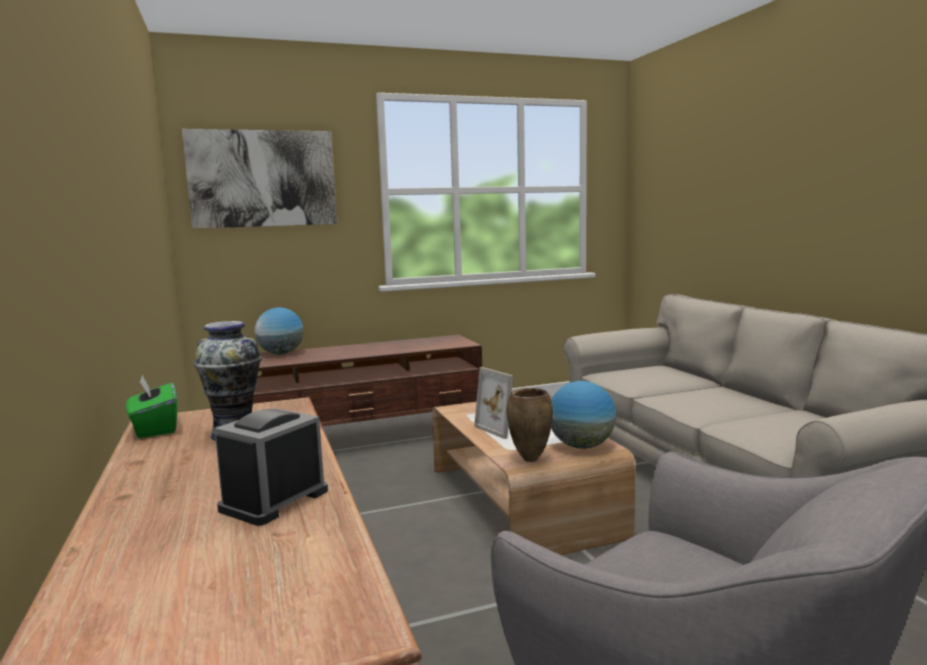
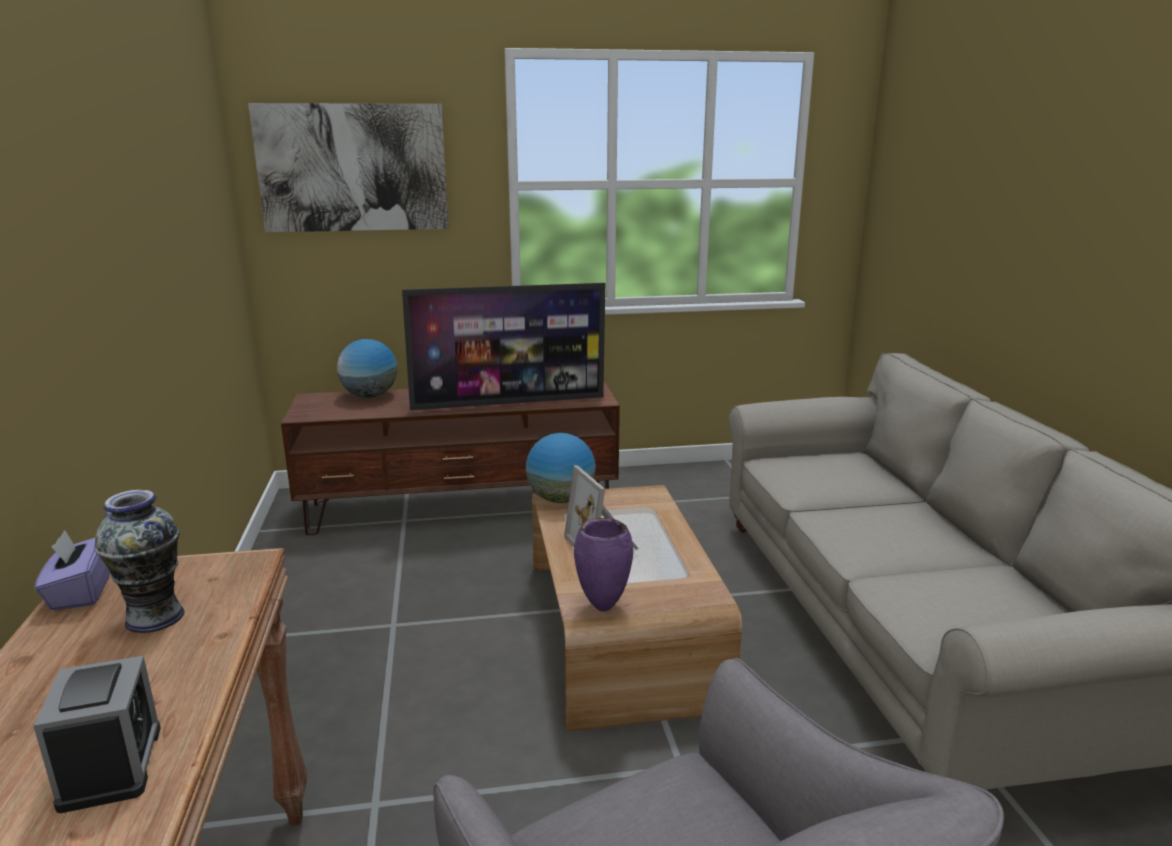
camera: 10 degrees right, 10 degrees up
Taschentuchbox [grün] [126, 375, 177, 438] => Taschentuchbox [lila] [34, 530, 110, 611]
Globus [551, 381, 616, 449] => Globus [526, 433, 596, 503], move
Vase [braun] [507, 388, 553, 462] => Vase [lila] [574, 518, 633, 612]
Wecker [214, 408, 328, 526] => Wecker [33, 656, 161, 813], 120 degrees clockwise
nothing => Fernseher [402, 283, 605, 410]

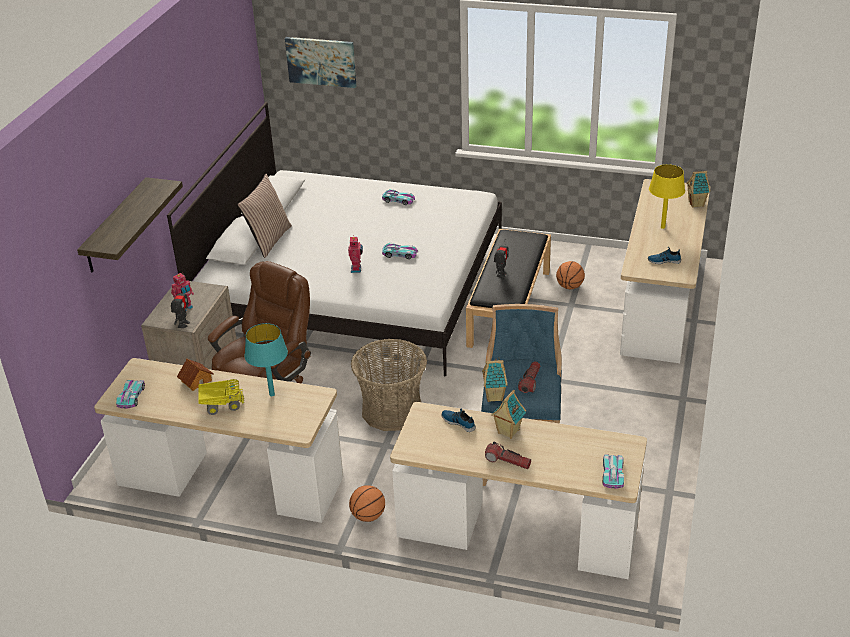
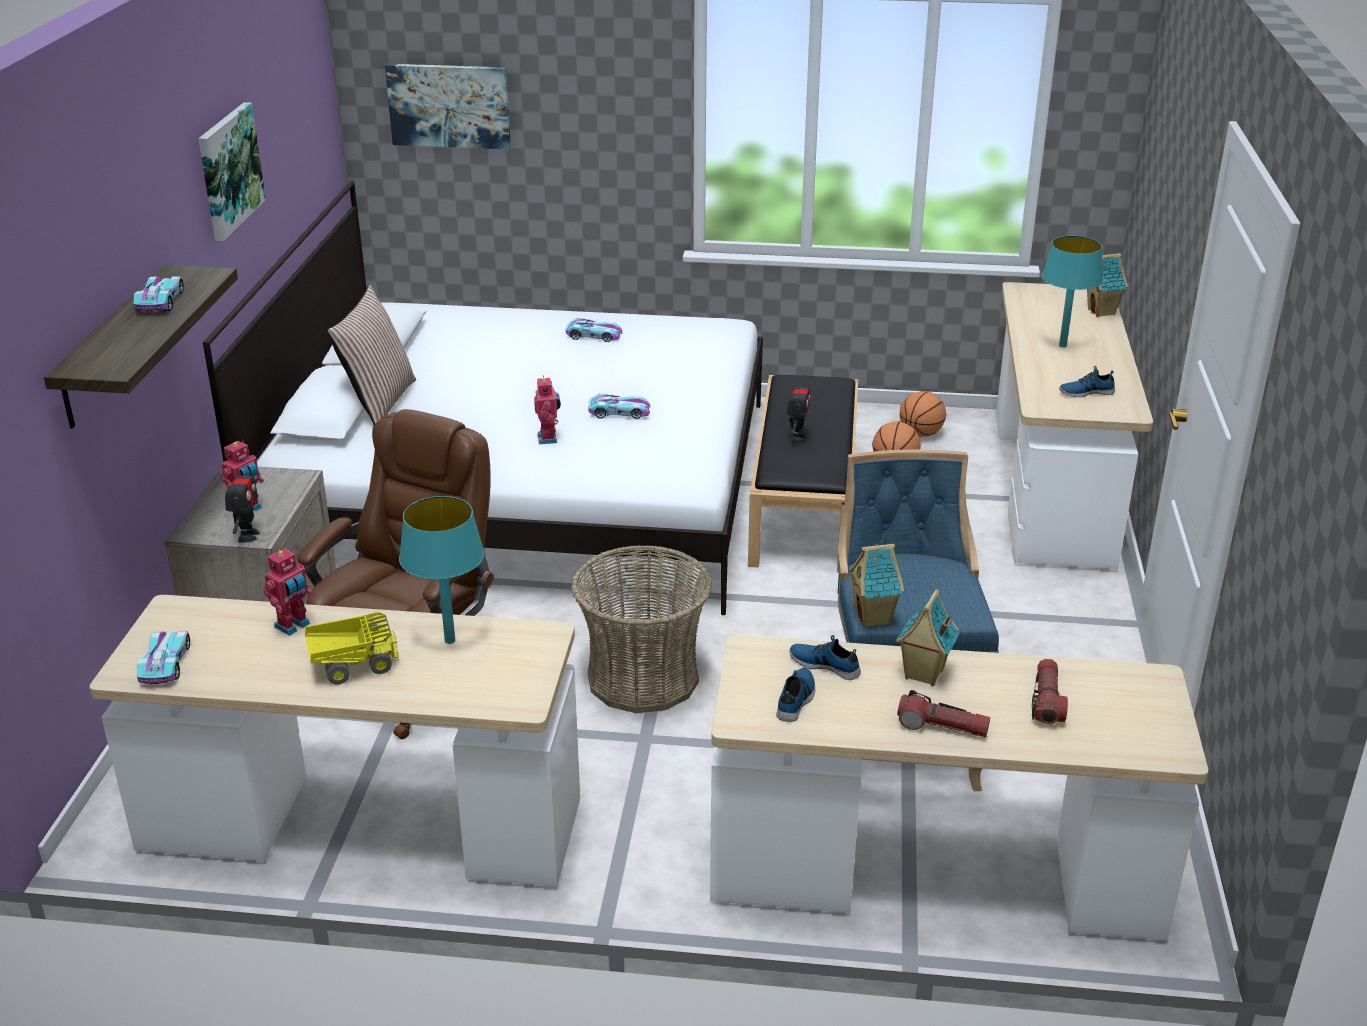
camera: 10 degrees left, 5 degrees down
Tischlampe [gelb] [649, 164, 685, 229] => Tischlampe [türkis] [1041, 236, 1103, 348]
Spielzeughaus [177, 359, 214, 391] => Spielzeugroboter [263, 548, 313, 636]
Taschenlampe [518, 361, 540, 393] => Taschenlampe [1032, 659, 1068, 724], move
Spielzeugauto [603, 454, 624, 488] => Spielzeugauto [134, 276, 184, 311], move
Basketball [349, 485, 385, 522] => Basketball [900, 391, 946, 437], move
nothing => Bild [198, 102, 266, 241]
nothing => Schuh [776, 668, 815, 722]

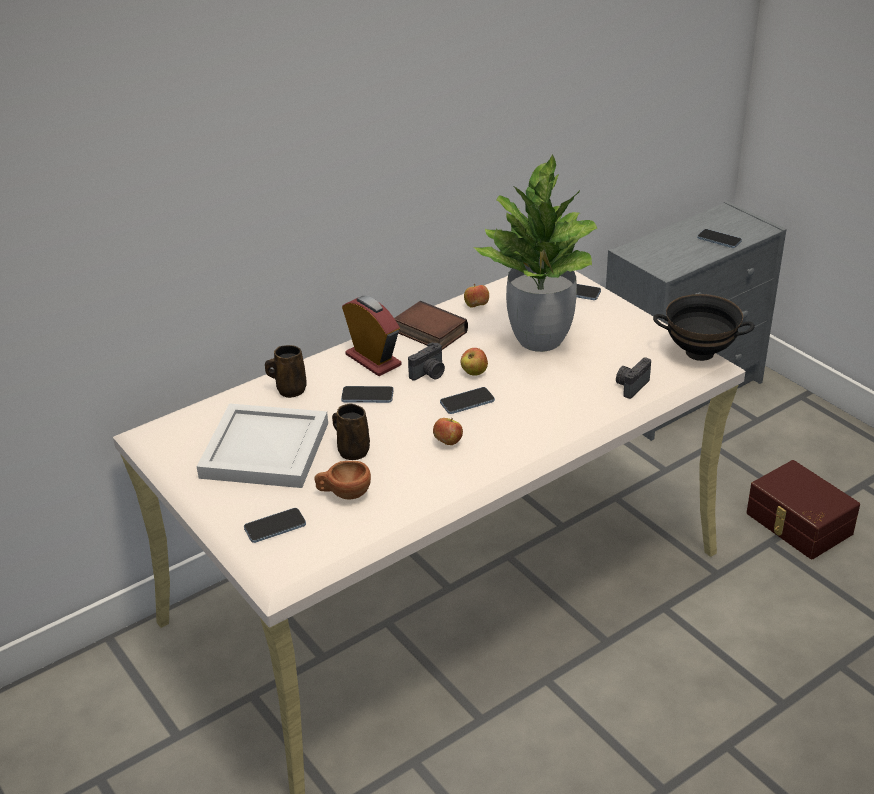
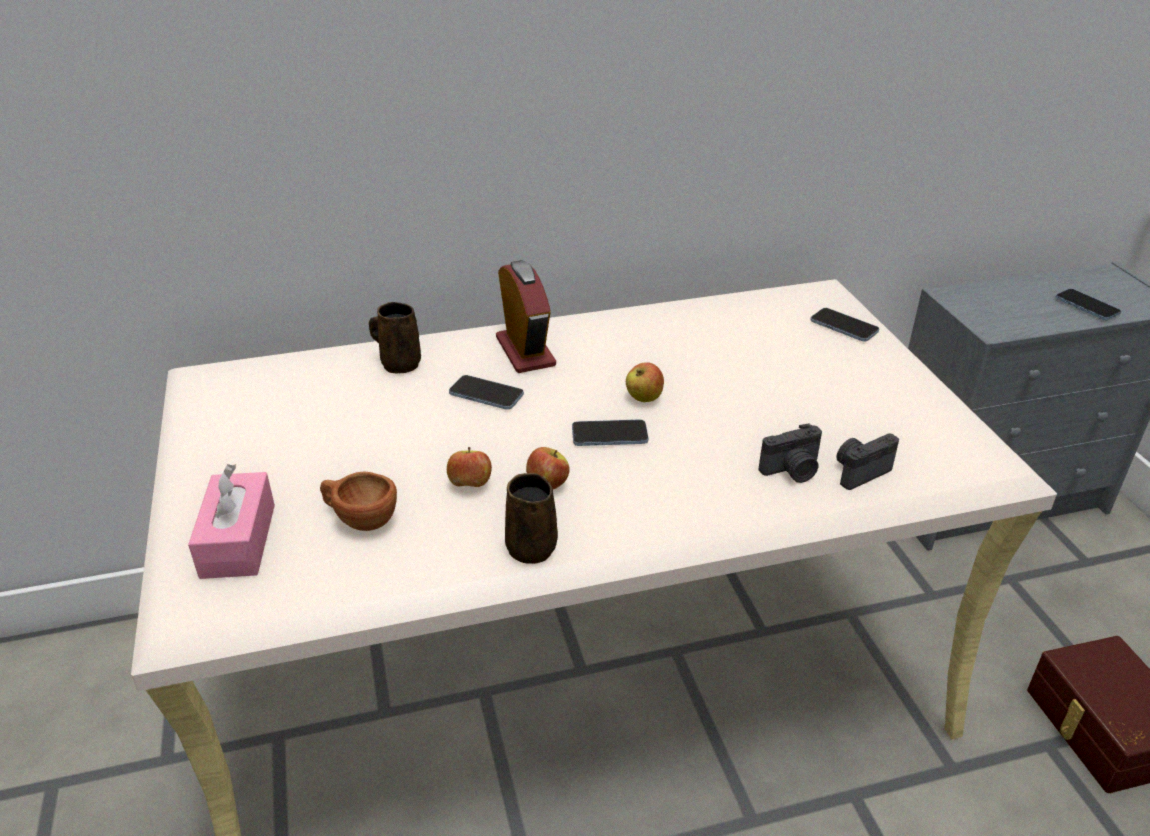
camera: 20 degrees right, 0 degrees up
Topfpflanze [472, 155, 597, 352] => nothing
Apfel [464, 284, 489, 307] => Apfel [447, 447, 492, 487], move
Schüssel [schwarz] [653, 294, 755, 361] => nothing
Buch [394, 301, 468, 350] => nothing
Kamera [408, 342, 445, 381] => Kamera [759, 423, 822, 483], move
Tablett [weiß] [197, 403, 328, 488] => nothing
Henkelbecher [braun] [332, 404, 370, 460] => Henkelbecher [braun] [505, 473, 558, 564], move
Handy [244, 508, 306, 543] => Taschentuchbox [rosa] [188, 464, 275, 579]

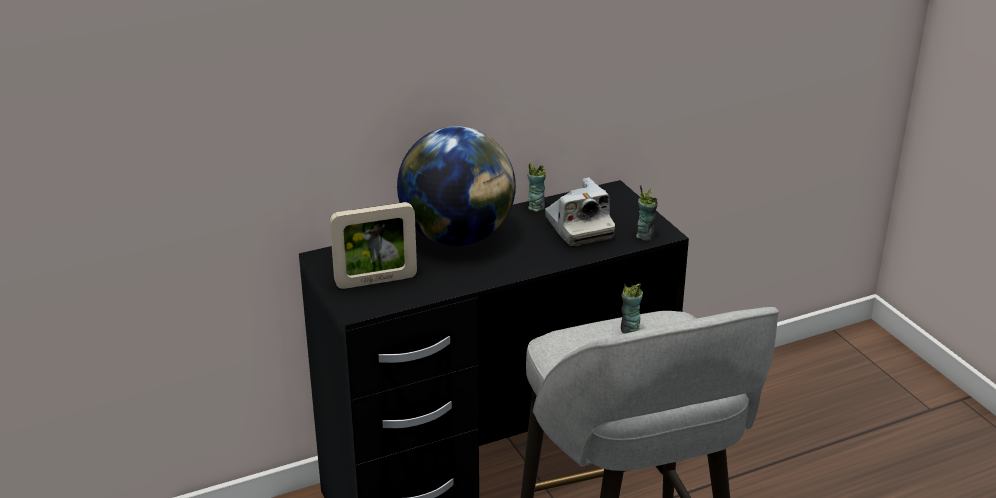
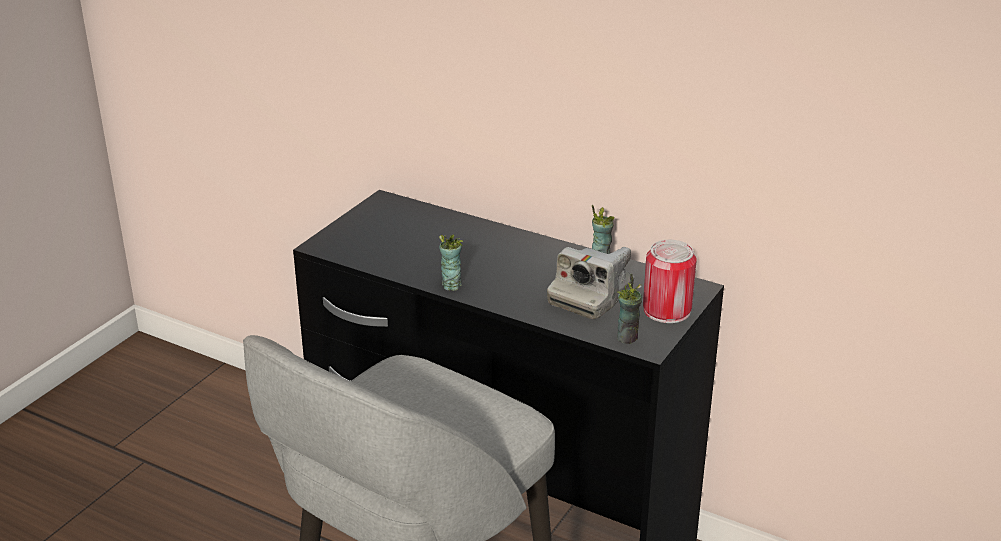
camera: 55 degrees right, 0 degrees up
Globus [397, 126, 516, 246] => nothing
Bilderrahmen [330, 202, 417, 289] => nothing
Tasse [621, 283, 643, 334] => Tasse [439, 234, 463, 291], move
nothing => Dose [643, 240, 697, 323]

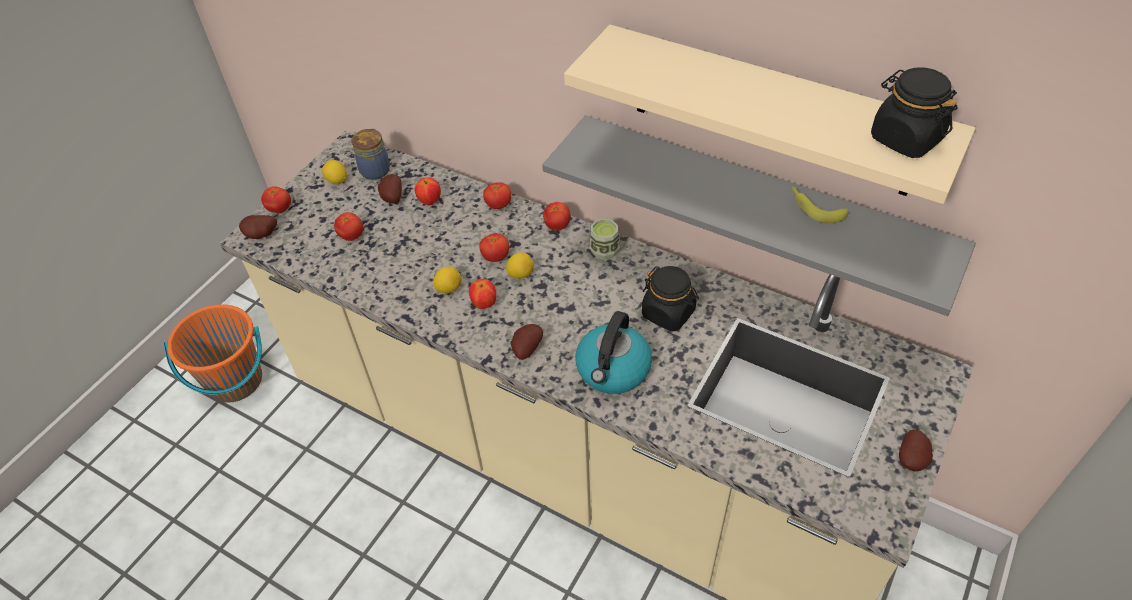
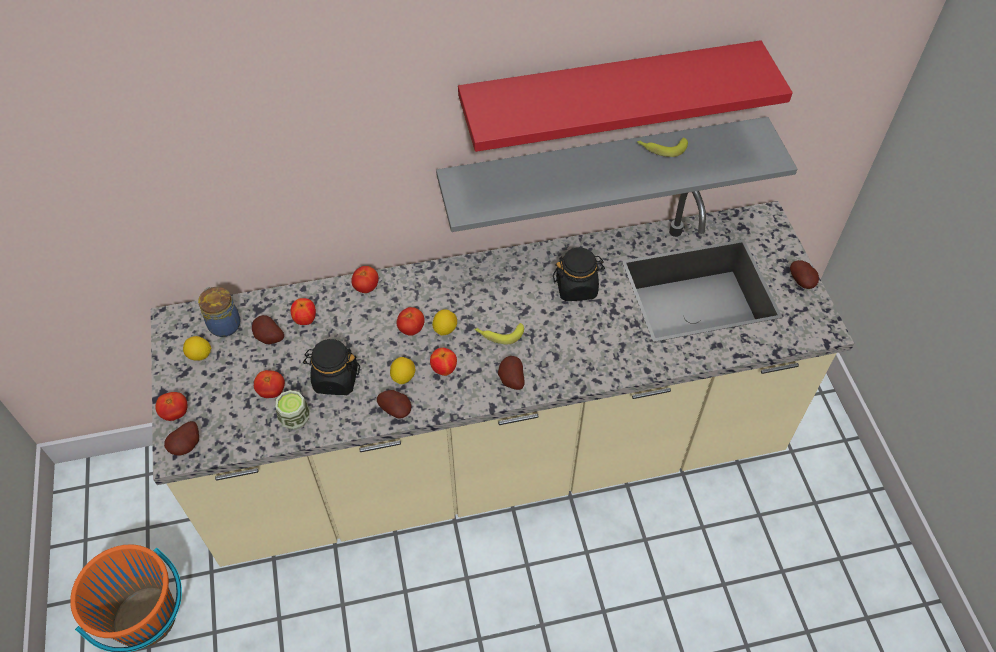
camera: 45 degrees left, 5 degrees up
Wandregal [beige] [564, 25, 976, 204] => Wandregal [rot] [458, 40, 793, 152]
Vorratsglas [schwarz] [871, 67, 957, 158] => Vorratsglas [schwarz] [303, 339, 360, 395], move
Tomate [543, 202, 571, 231] => nothing
Tasse [589, 218, 620, 260] => Tasse [276, 390, 310, 430], move
Wasserkessel [576, 311, 652, 394] => nothing
nothing => Banane [474, 323, 524, 344]
nothing => Kartoffel [377, 390, 411, 419]

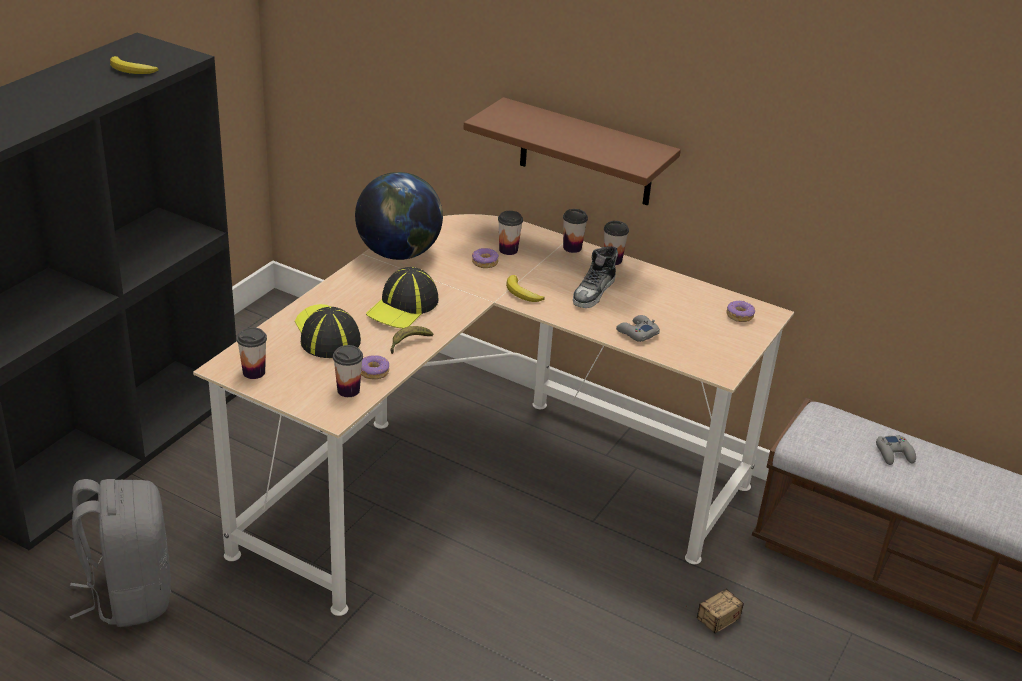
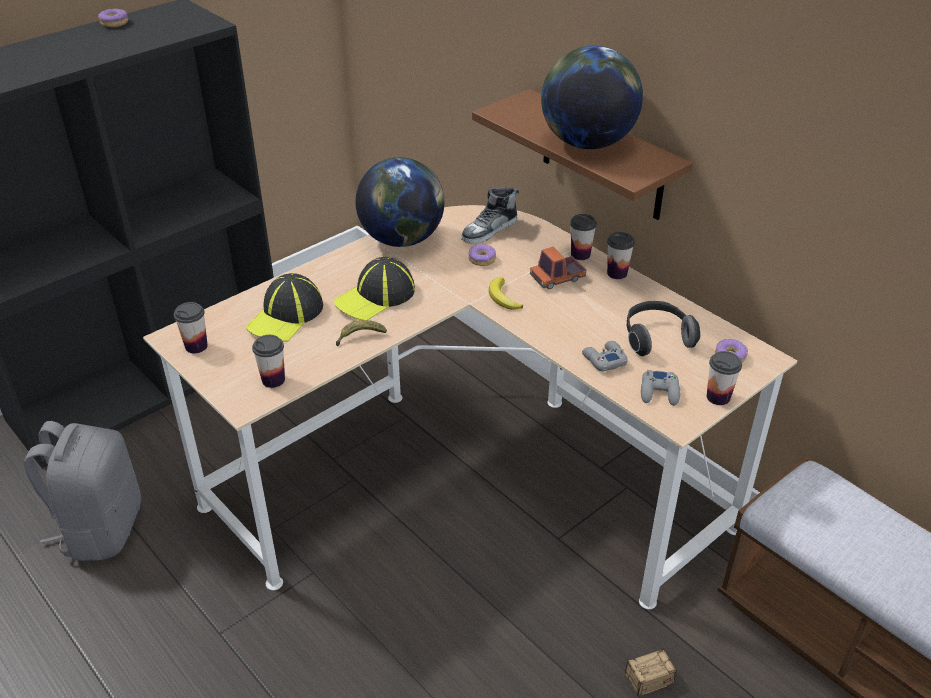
camera: 20 degrees right, 5 degrees up
Banane [110, 56, 159, 74] => nothing
Tasse [498, 211, 523, 255] => Tasse [707, 351, 742, 405], move
Schuh [573, 246, 618, 308] => Schuh [462, 187, 519, 244], move
Kappe [295, 304, 361, 358] => Kappe [246, 273, 323, 342], 150 degrees counterclockwise
Donut [361, 355, 389, 379] => Donut [98, 8, 128, 27], move
Gamepad [grau] [876, 435, 916, 465] => Gamepad [grau] [641, 370, 680, 406], move
nothing => Globus [541, 46, 643, 149]
nothing => Spielzeuglaster [530, 246, 586, 289]
nothing => Kopfhörer [627, 301, 701, 356]

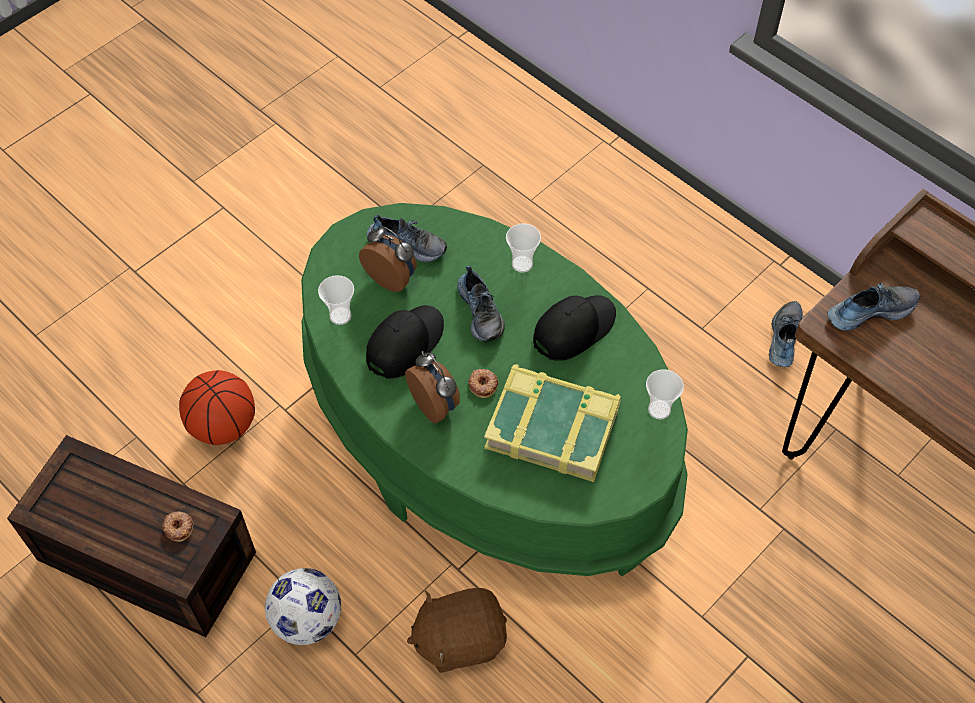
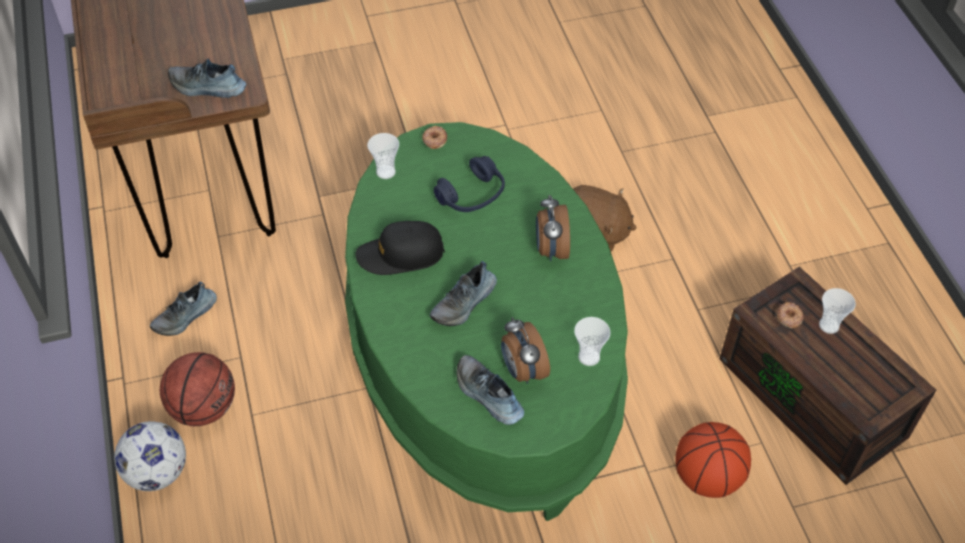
camera: 150 degrees left, 5 degrees down
Tasse [506, 223, 541, 273] => Tasse [819, 288, 856, 334], move
Schuh [457, 266, 505, 341] => Schuh [430, 261, 497, 326], 150 degrees counterclockwise
Kappe [schwarz] [366, 305, 444, 379] => nothing
Buch [484, 364, 621, 482] => Kopfhörer [blau] [434, 156, 505, 212]
Donut [468, 369, 499, 398] => Donut [422, 126, 447, 149], move
Fußball [265, 568, 341, 645] => Fußball [114, 421, 186, 491], move
nothing => Basketball [160, 352, 235, 426]

